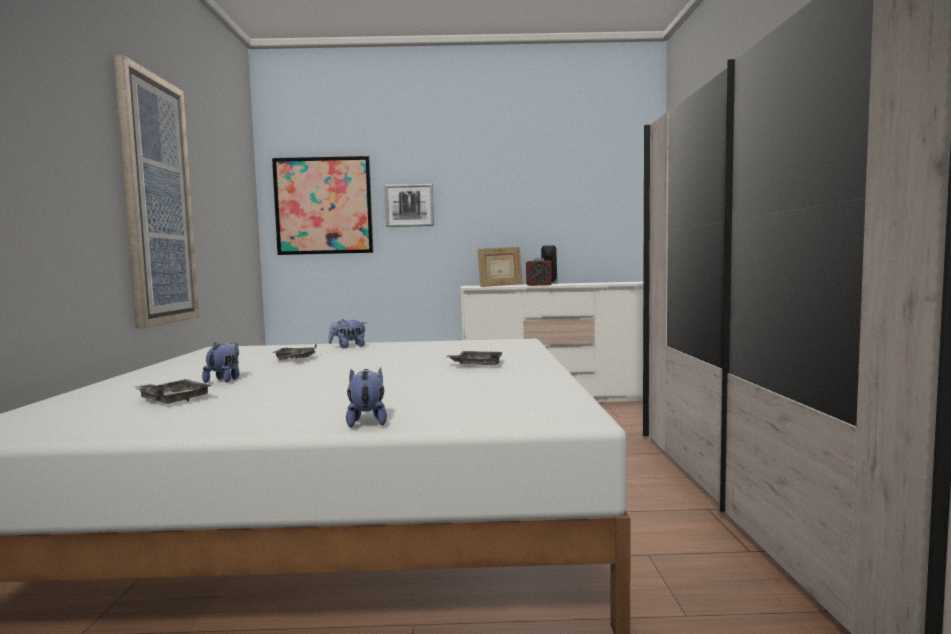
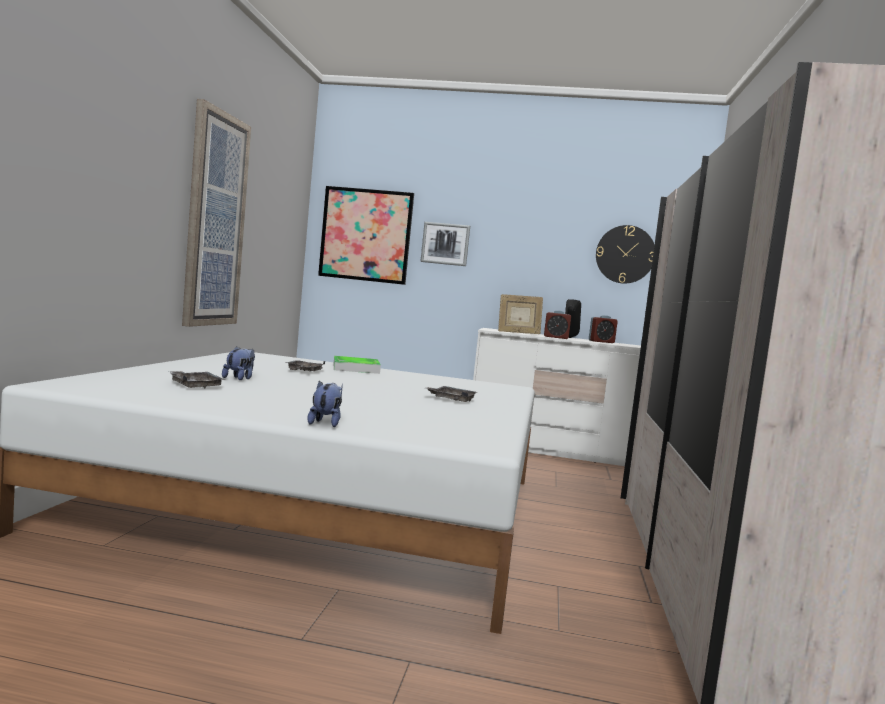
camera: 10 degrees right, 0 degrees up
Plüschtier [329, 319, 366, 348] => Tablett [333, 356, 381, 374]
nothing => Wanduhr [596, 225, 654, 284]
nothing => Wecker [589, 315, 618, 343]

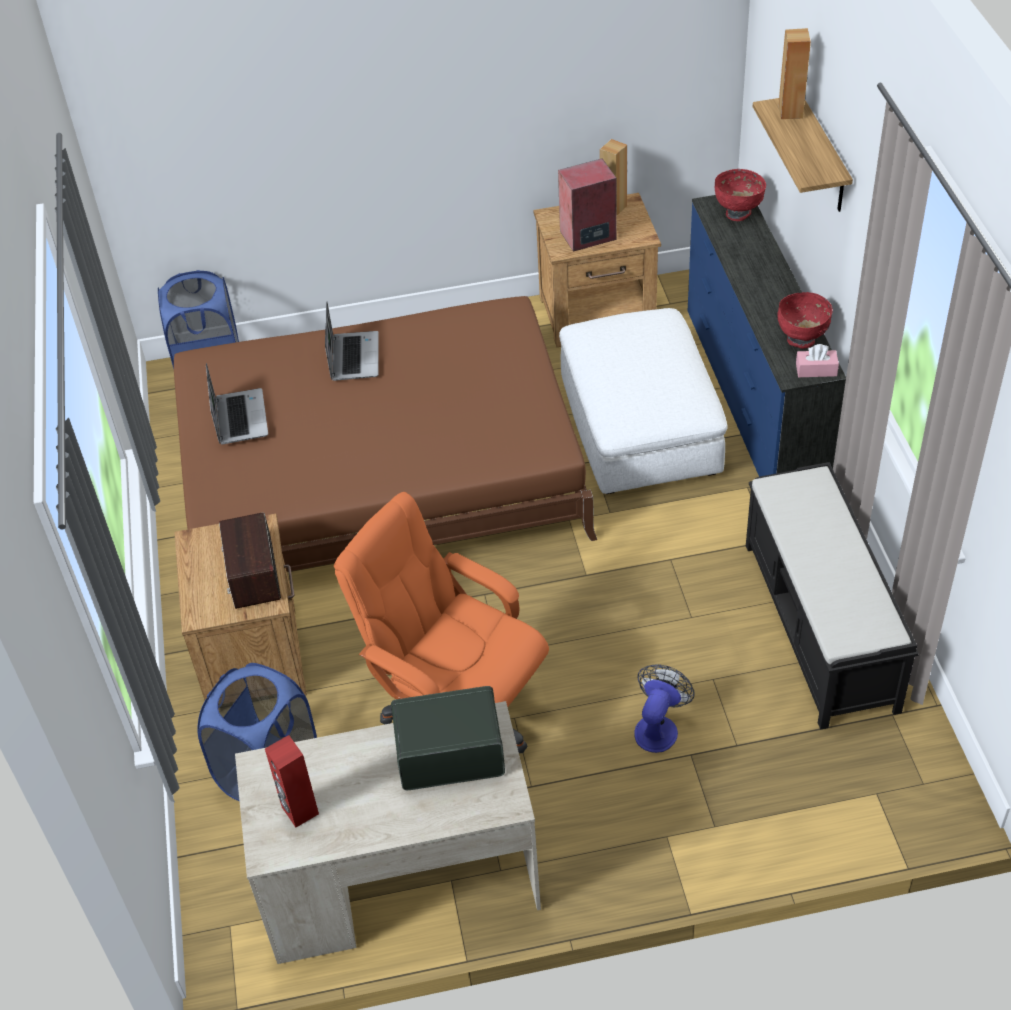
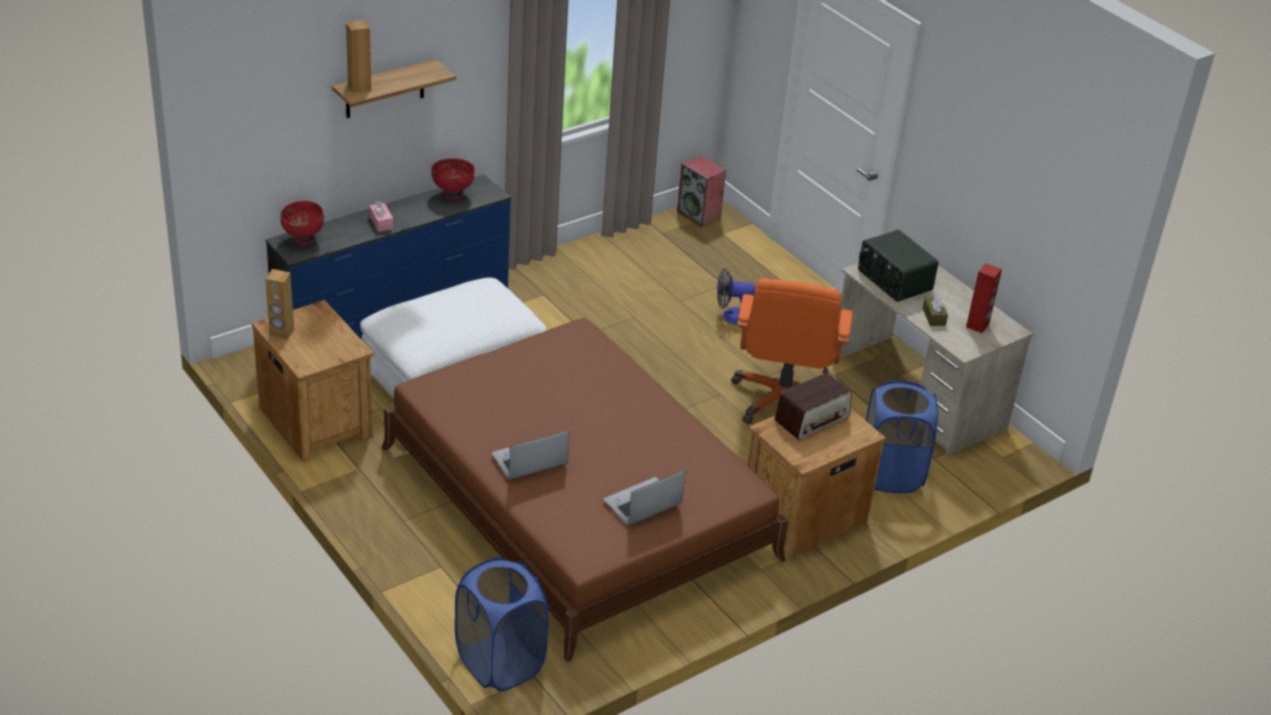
camera: 120 degrees left, 10 degrees down
Lautsprecher [558, 158, 617, 252] => Lautsprecher [677, 155, 726, 227], move
Taschentuchbox [rosa] [796, 344, 839, 377] => Taschentuchbox [rosa] [369, 201, 394, 232], move
Bank [schwarz] [746, 462, 919, 730] => nothing
nothing => Taschentuchbox [braun] [922, 294, 948, 326]

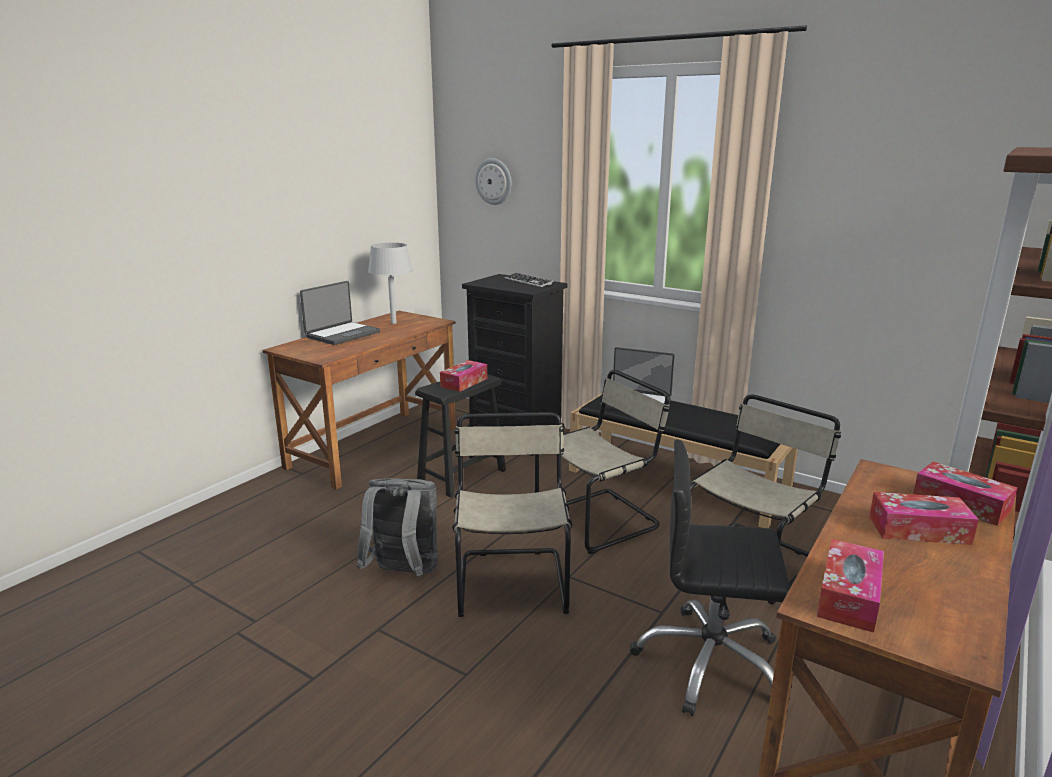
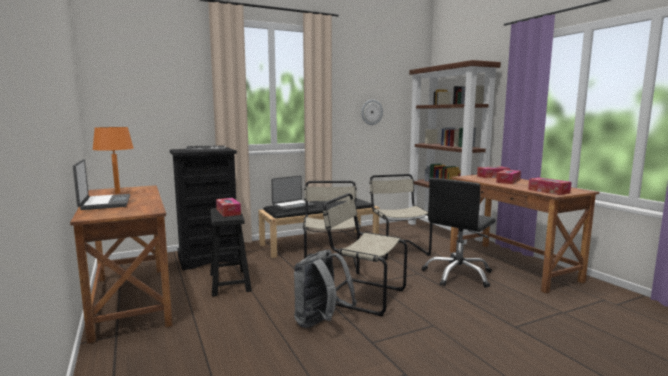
camera: 60 degrees left, 10 degrees down
Wanduhr [475, 158, 512, 205] => Wanduhr [361, 99, 383, 125], move
Tischlampe [grau] [368, 243, 412, 324] => Tischlampe [orange] [92, 127, 134, 194]

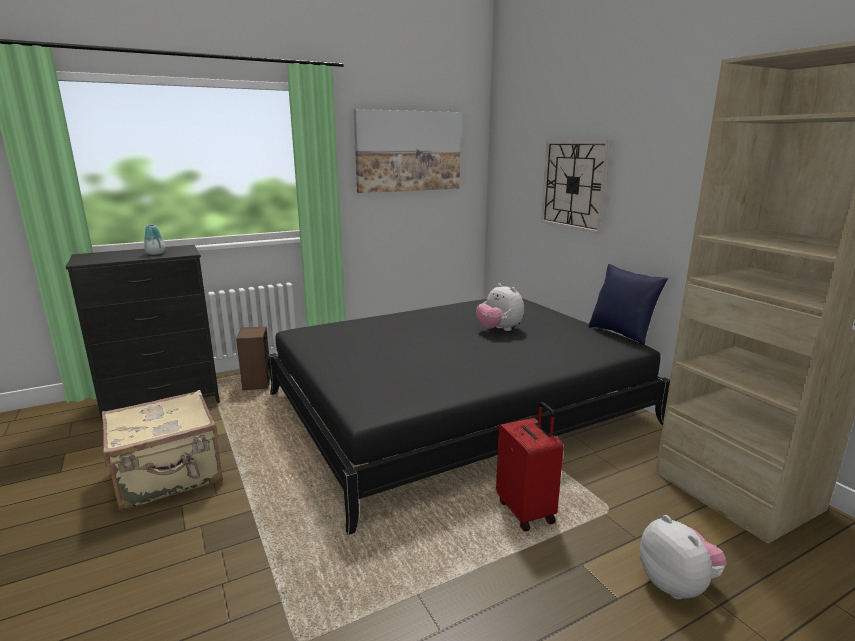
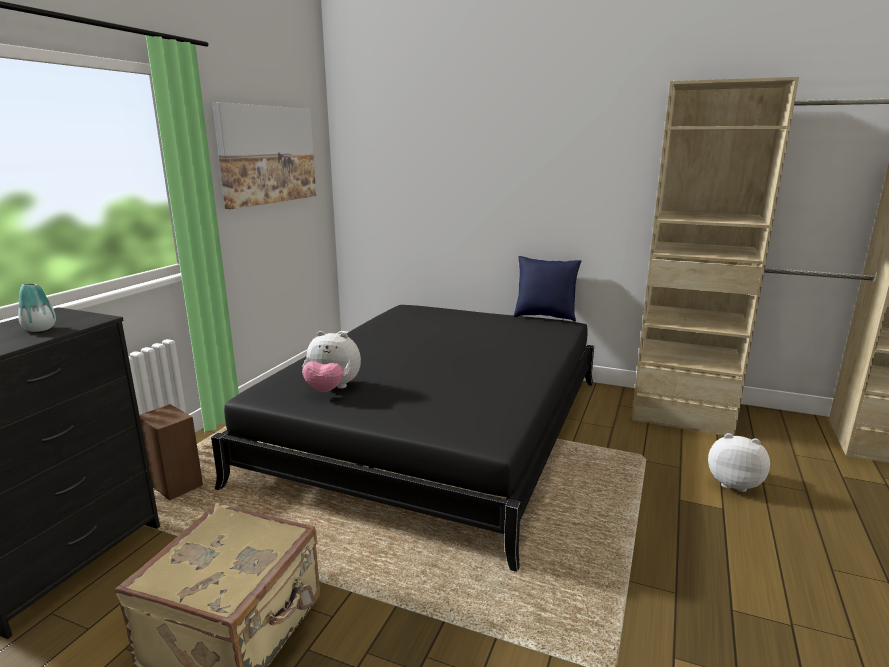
camera: 40 degrees left, 0 degrees up
Wanduhr [541, 140, 611, 234] => nothing
Plüschtier [476, 283, 524, 331] => Plüschtier [302, 331, 361, 392], move
Koffer [rot] [496, 402, 563, 532] => nothing

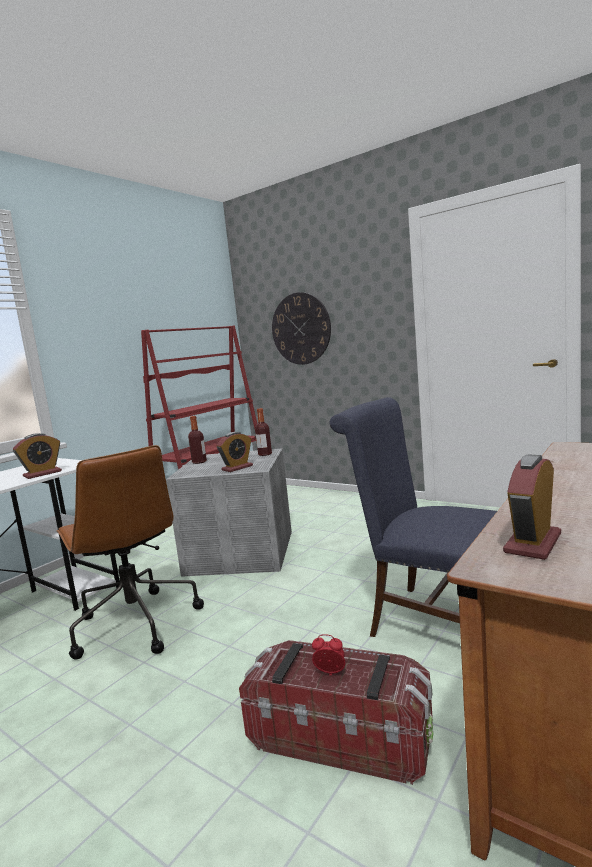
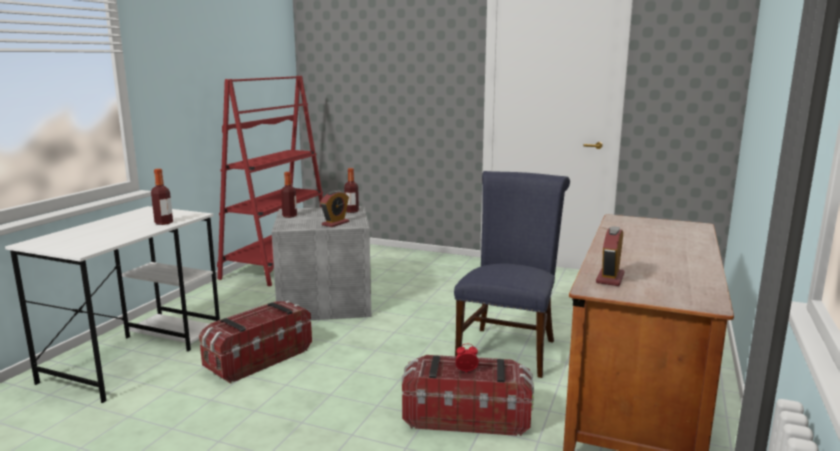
camera: 15 degrees left, 5 degrees up
Wanduhr [272, 292, 331, 365] => nothing
Stuhl [blau] [329, 397, 497, 637] => Stuhl [blau] [454, 171, 570, 378], 90 degrees clockwise
Wecker [13, 433, 62, 479] => Flasche [151, 169, 173, 225]
Bürostuhl [braun] [56, 445, 204, 660] => Aufbewahrungsbox [199, 301, 312, 384]

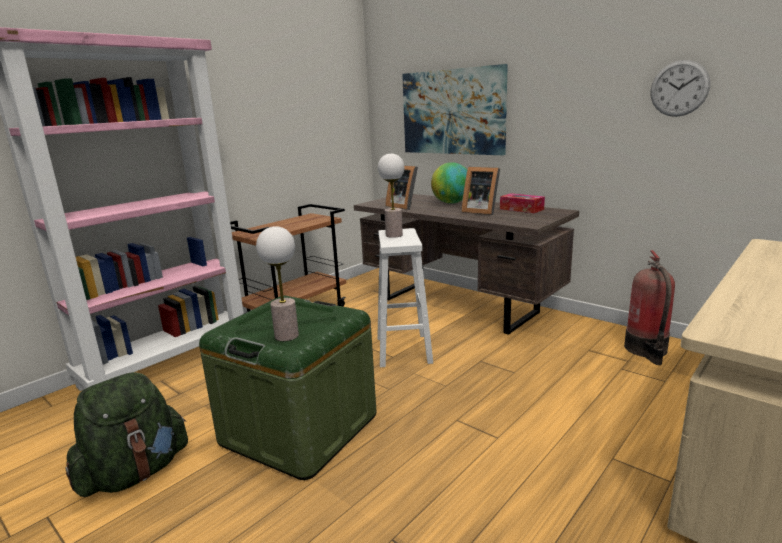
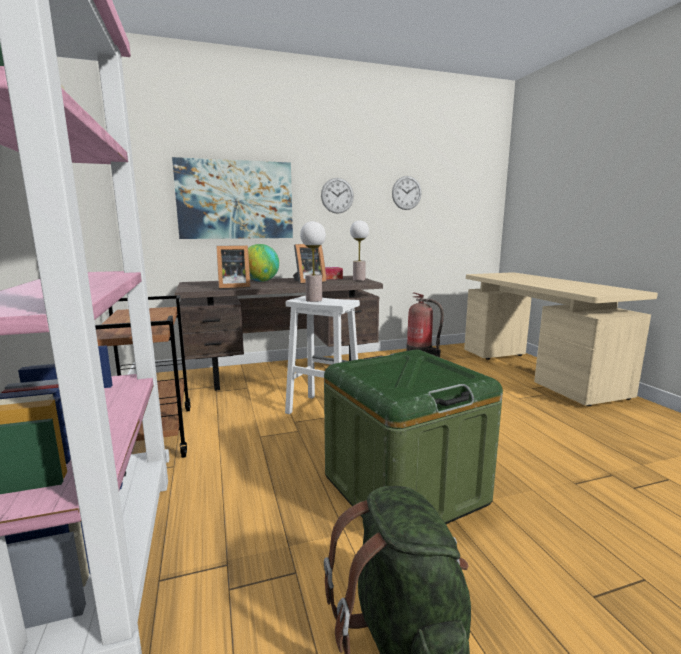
camera: 60 degrees left, 5 degrees down
Tischlampe [256, 226, 299, 341] => Tischlampe [350, 220, 369, 281], move
nothing => Wanduhr [321, 178, 354, 214]

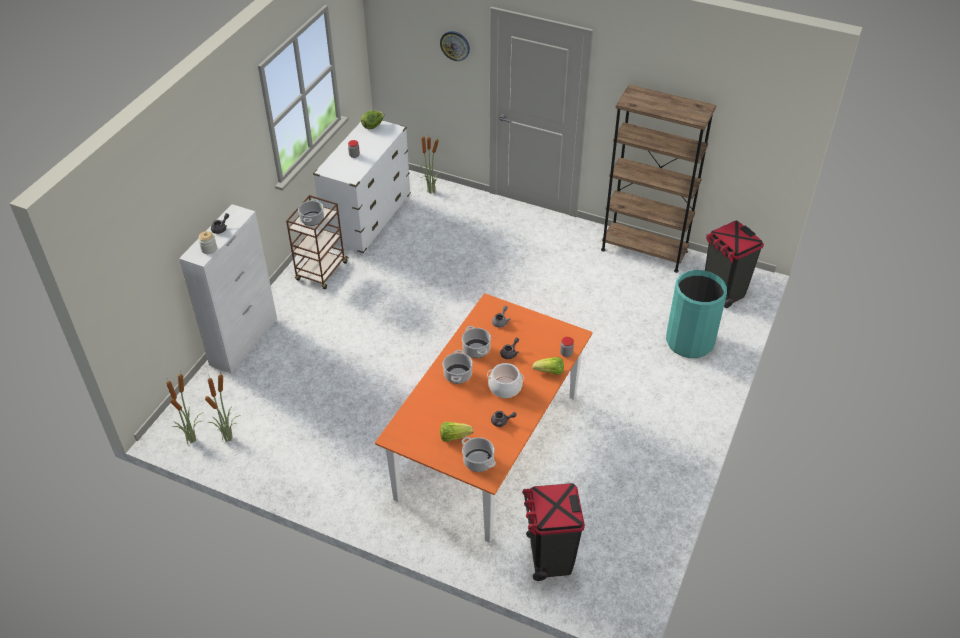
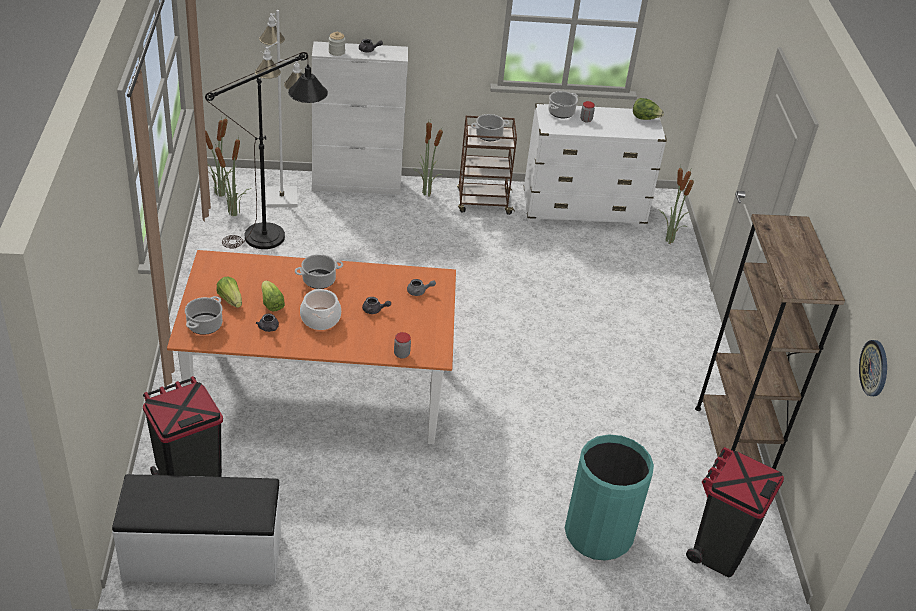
camera: 60 degrees right, 5 degrees down
Wanduhr [440, 31, 470, 61] => Wanduhr [859, 340, 887, 396], move
Kochtopf [462, 326, 491, 358] => Kochtopf [548, 91, 578, 118], move
Salatkopf [532, 357, 564, 375] => Salatkopf [262, 281, 285, 312], move
nothing => Stehlampe [weiß] [255, 10, 302, 207]
nothing => Stehlampe [schwarz] [205, 52, 328, 249]
nothing => Topfpflanze [413, 120, 443, 197]
nothing => Bank [weiß] [112, 474, 281, 585]

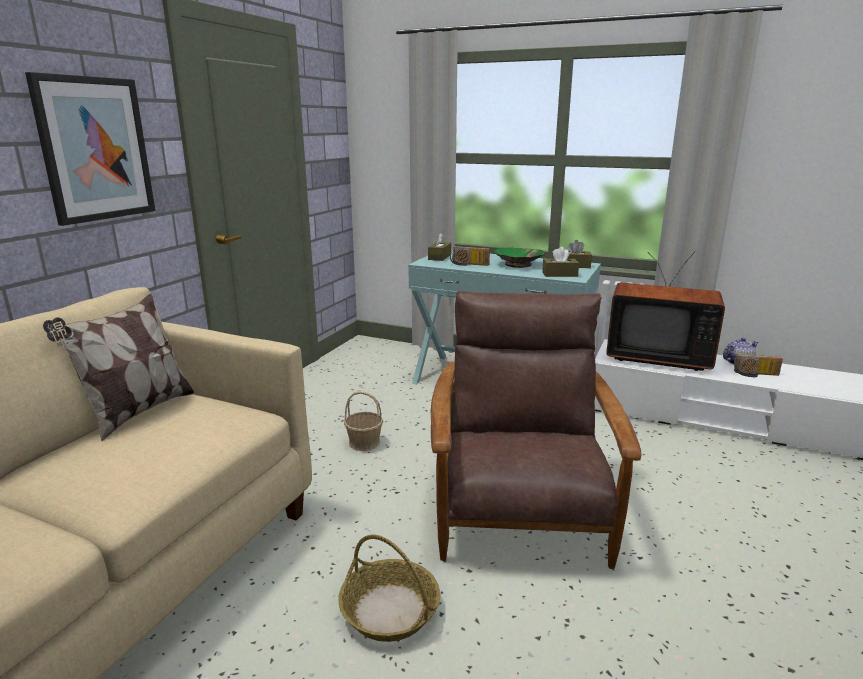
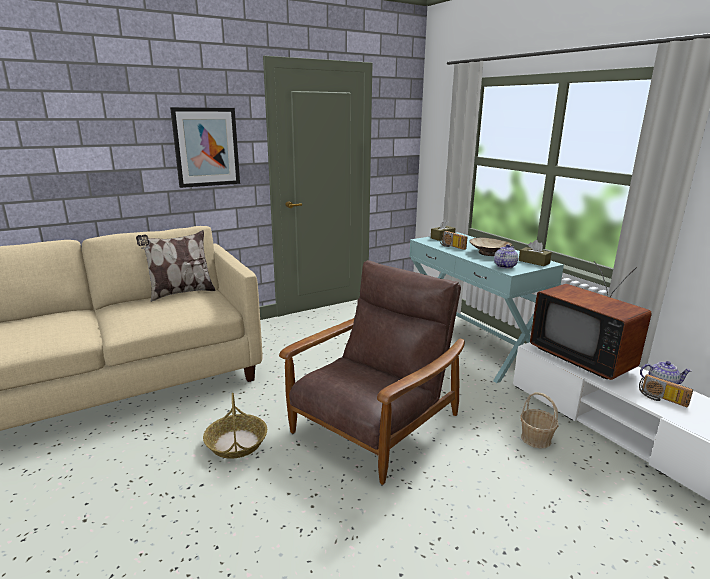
camera: 35 degrees right, 0 degrees up
Taschentuchbox [braun] [542, 247, 579, 277] => Teekanne [494, 245, 518, 269]
Schüssel [grün] [494, 248, 544, 268] => Schüssel [beige] [470, 237, 512, 256]
Korb [344, 391, 383, 451] => Korb [521, 392, 558, 448], move

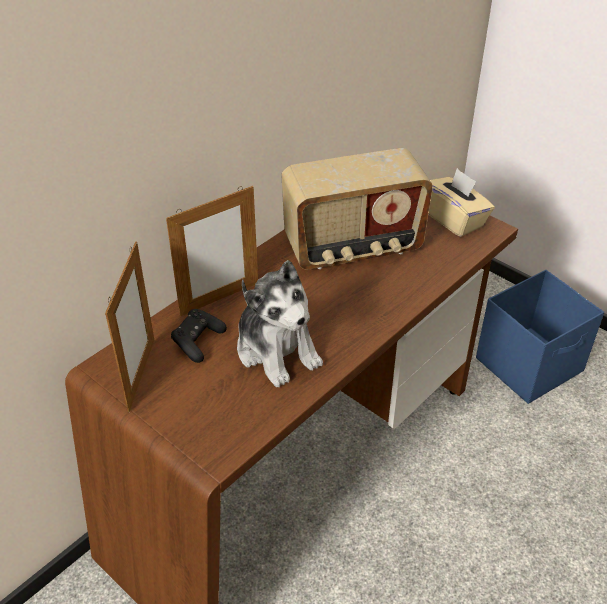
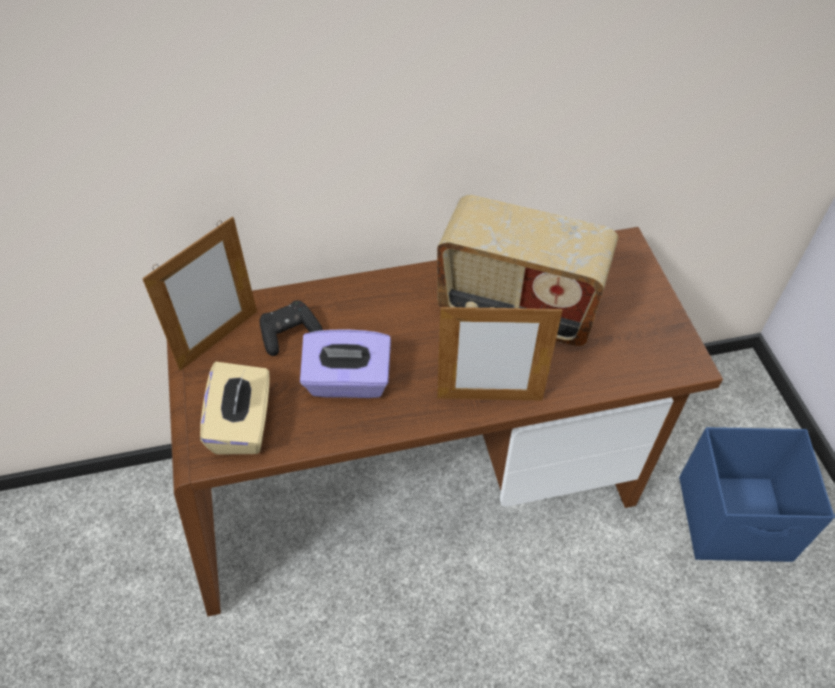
camera: 35 degrees right, 10 degrees up
Taschentuchbox [beige] [428, 168, 495, 237] => Taschentuchbox [beige] [200, 362, 270, 455], move
Bilderrahmen [166, 186, 258, 316] => Bilderrahmen [437, 303, 563, 400], move
Plüschtier [237, 260, 323, 387] => Taschentuchbox [lila] [300, 329, 391, 398]

